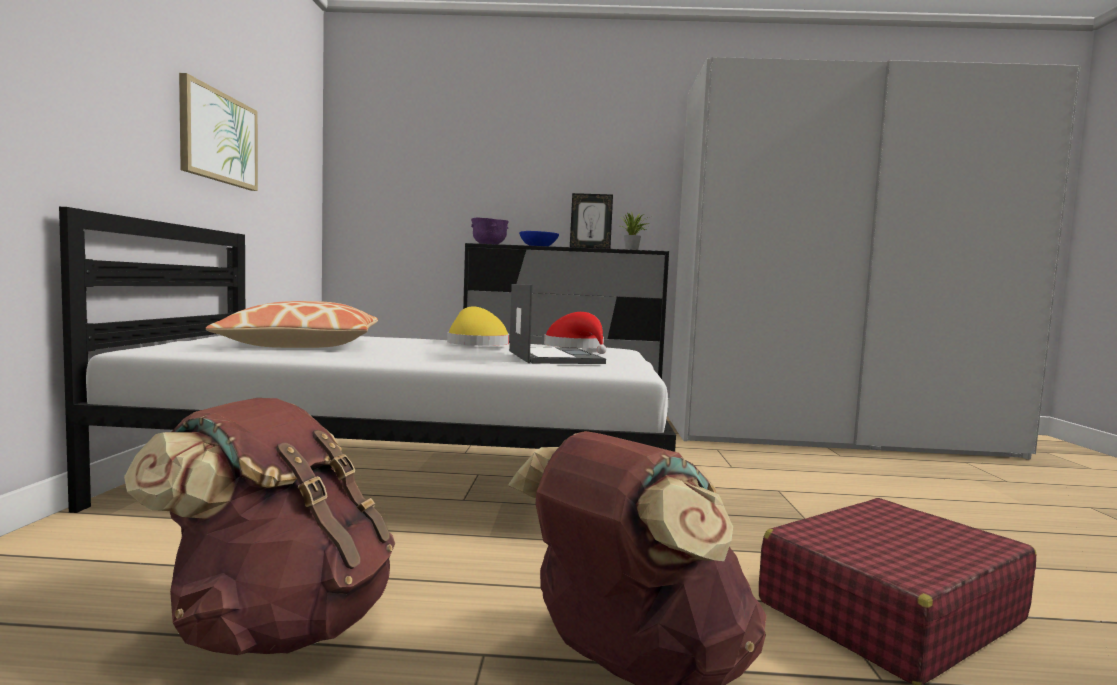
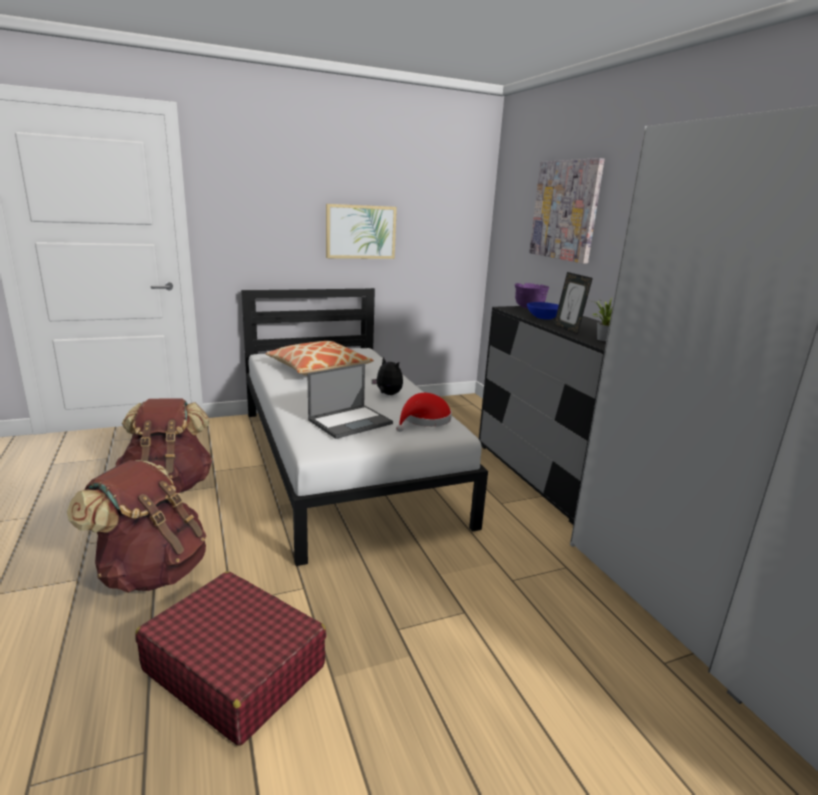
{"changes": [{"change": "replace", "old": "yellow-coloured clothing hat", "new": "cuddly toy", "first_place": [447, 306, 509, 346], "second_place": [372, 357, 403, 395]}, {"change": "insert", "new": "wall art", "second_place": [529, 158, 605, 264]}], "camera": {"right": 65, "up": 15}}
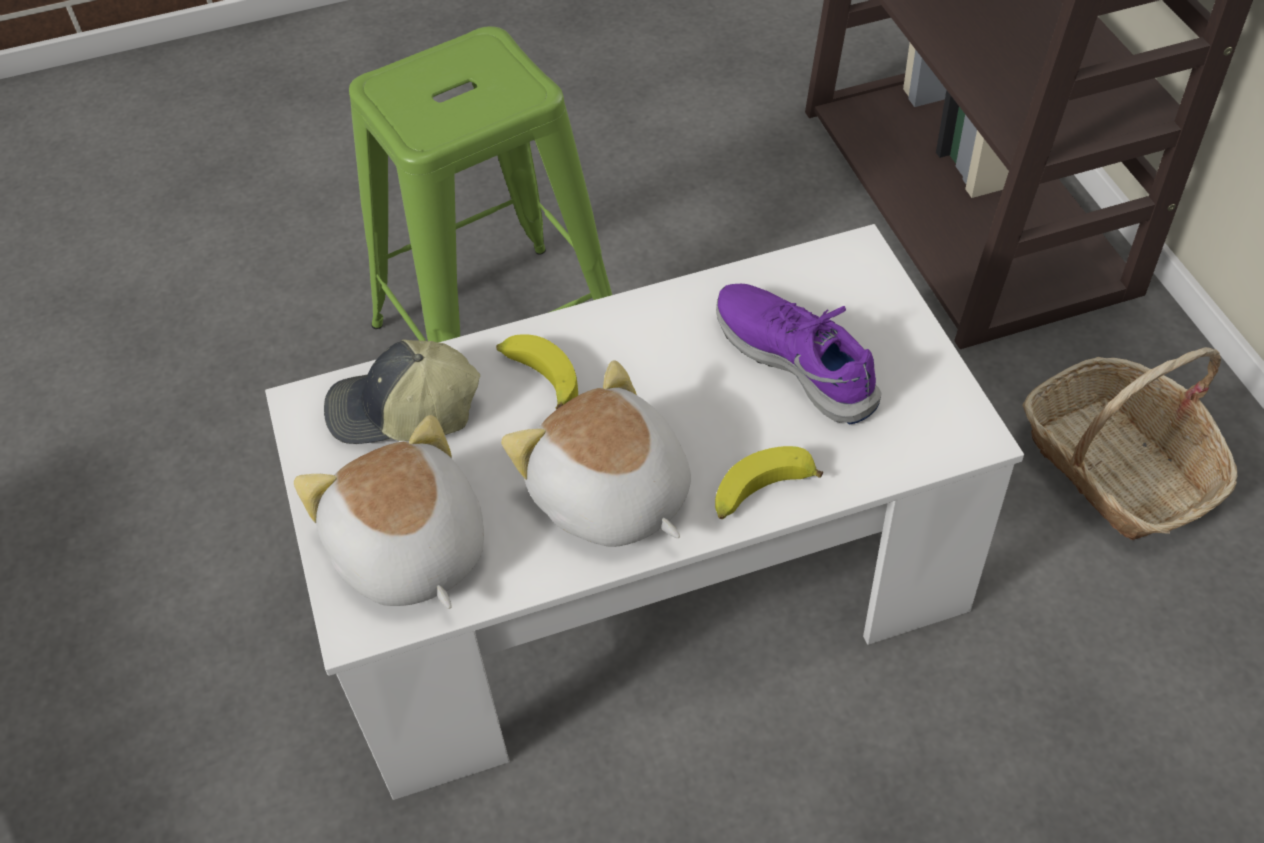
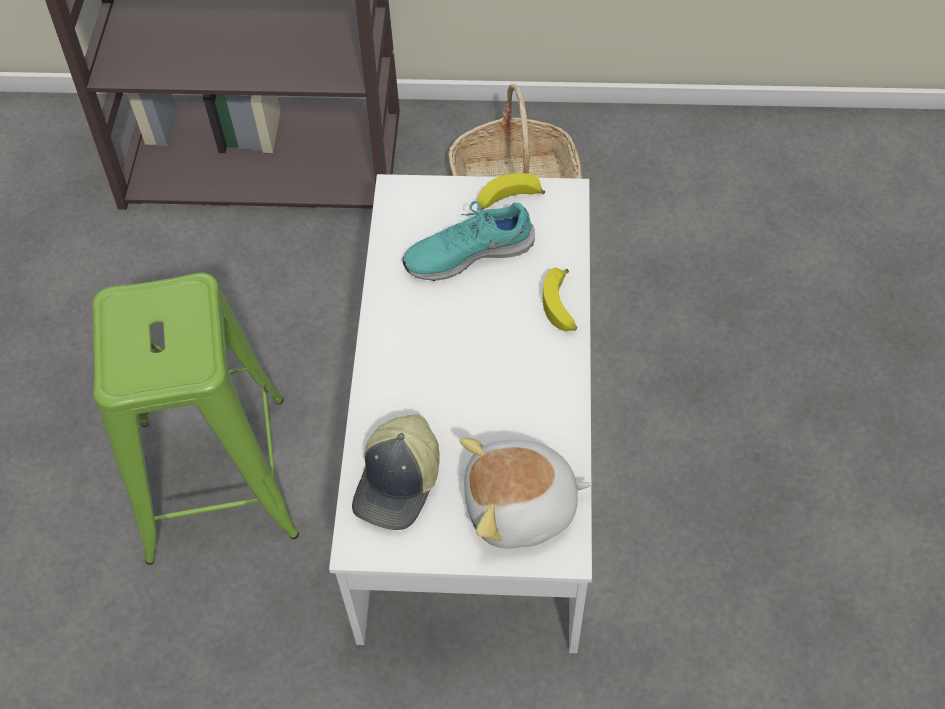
{"changes": [{"change": "move", "old": "banana fruit", "first_place": [496, 334, 578, 410], "second_place": [477, 173, 545, 210]}, {"change": "delete", "old": "cuddly toy", "first_place": [501, 360, 691, 547]}, {"change": "recolor", "old": "purple shoe", "new": "blue-green shoe", "first_place": [716, 284, 881, 424], "second_place": [403, 201, 535, 281]}], "camera": {"right": -70, "up": 5}}
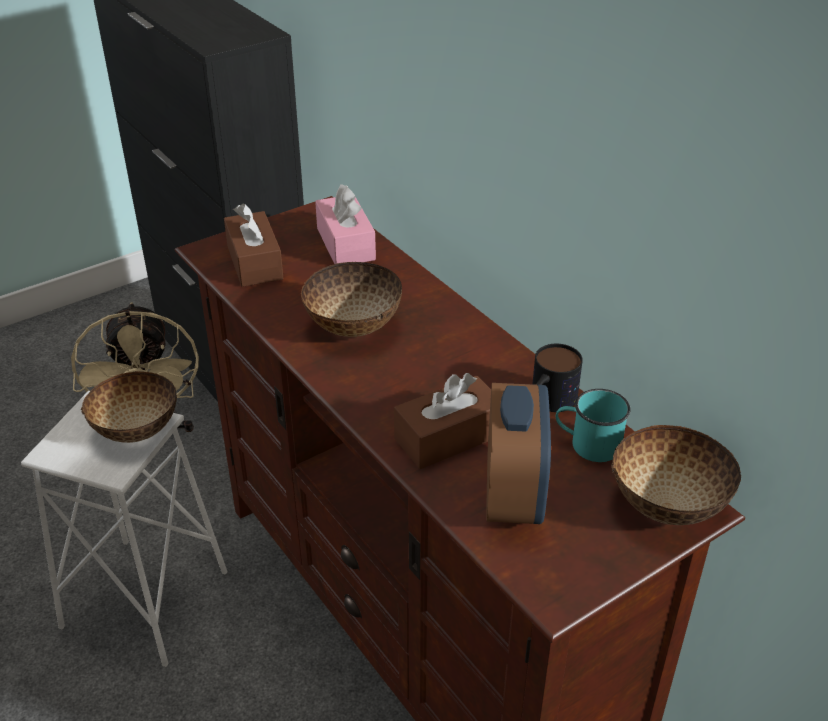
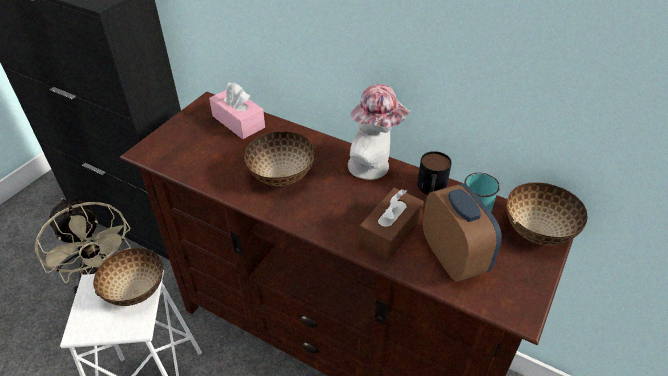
{"changes": [{"change": "delete", "old": "brownish box of tissues", "first_place": [224, 203, 284, 287]}, {"change": "insert", "new": "clothing hat", "second_place": [348, 84, 410, 180]}], "camera": {"right": -25, "up": 5}}
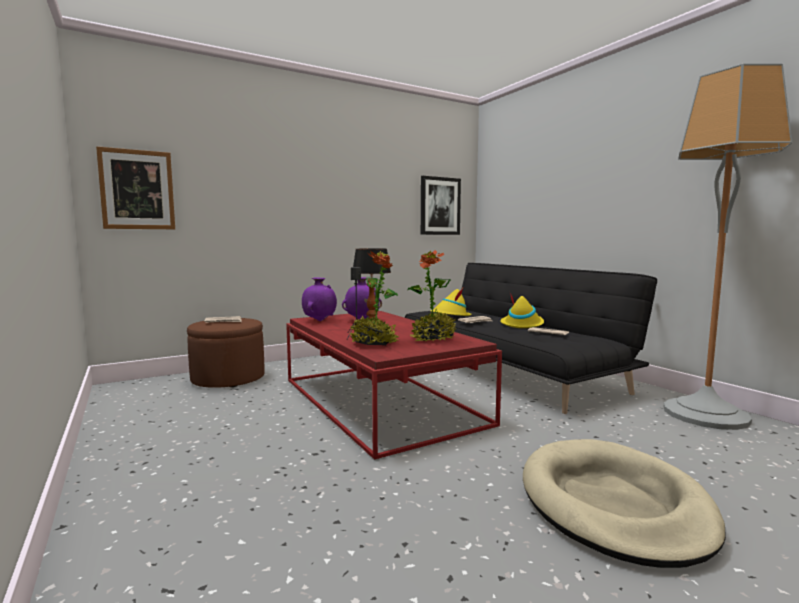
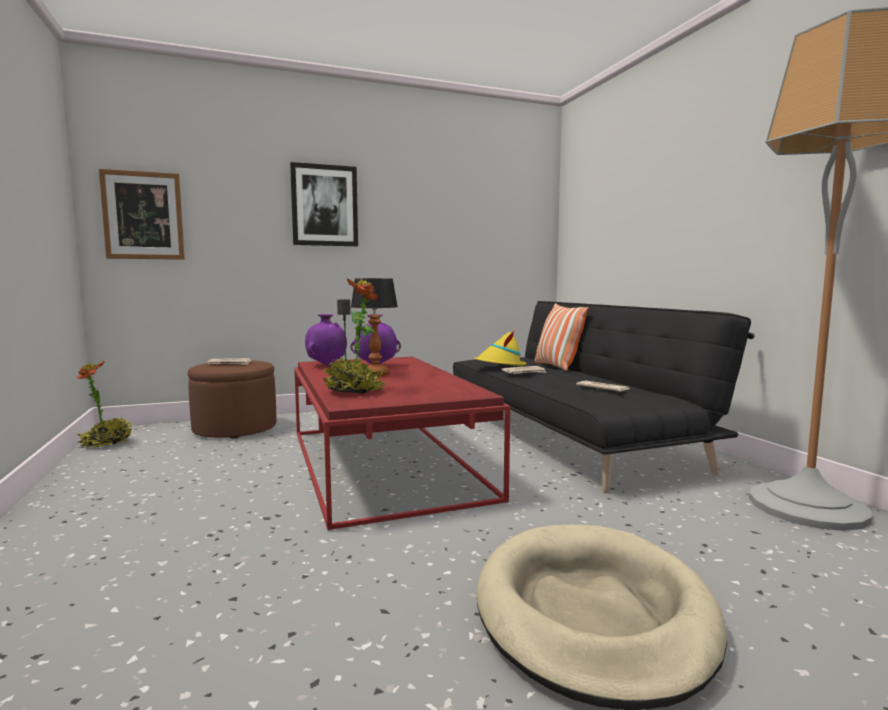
{"changes": [{"change": "move", "old": "potted plant", "first_place": [408, 250, 456, 341], "second_place": [76, 360, 132, 447]}, {"change": "move", "old": "wall art", "first_place": [421, 176, 461, 235], "second_place": [290, 162, 358, 246]}, {"change": "delete", "old": "yellow-coloured clothing hat", "first_place": [500, 293, 544, 328]}, {"change": "insert", "new": "pillow", "second_place": [535, 303, 589, 371]}], "camera": {"right": 10, "up": 0}}
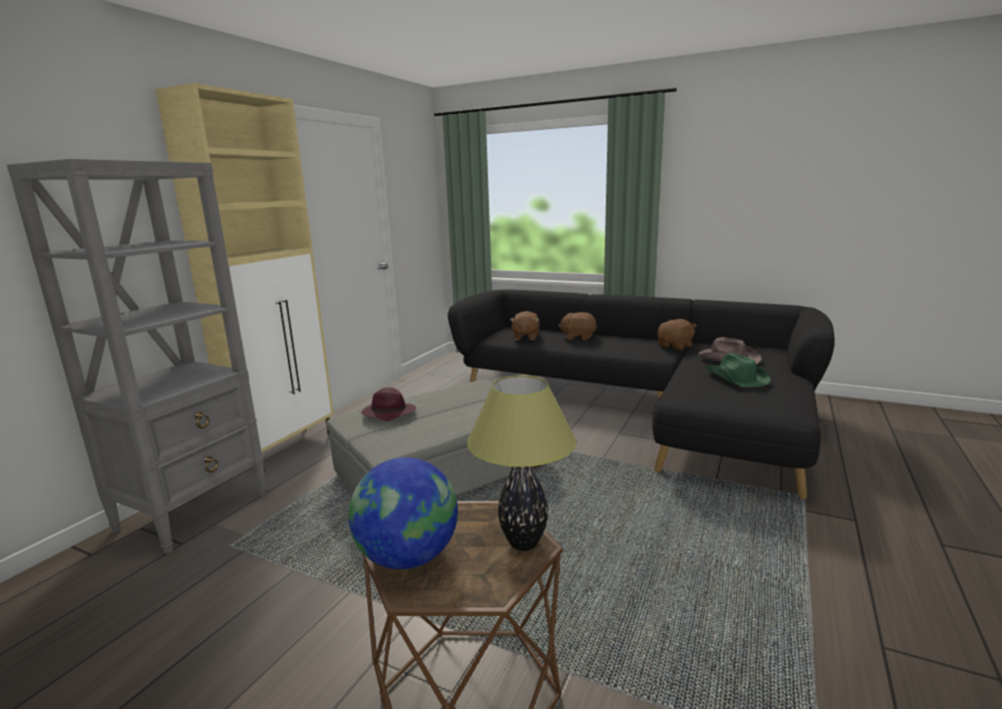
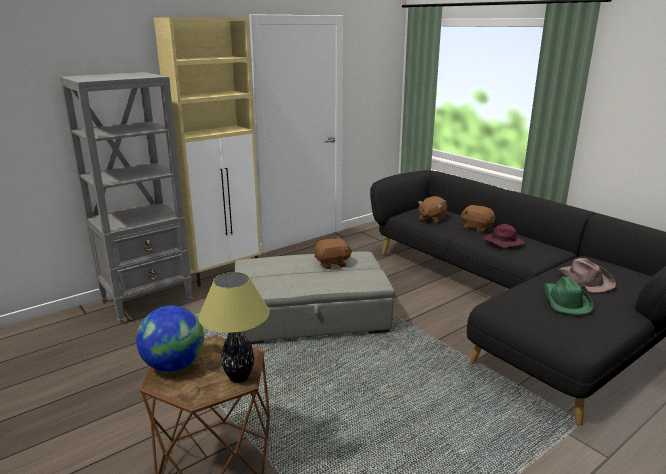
{"changes": [{"change": "move", "old": "purple clothing hat", "first_place": [361, 387, 416, 421], "second_place": [484, 224, 524, 247]}, {"change": "move", "old": "brownish cuddly toy", "first_place": [657, 319, 697, 350], "second_place": [314, 237, 352, 269]}], "camera": {"right": 25, "up": 5}}
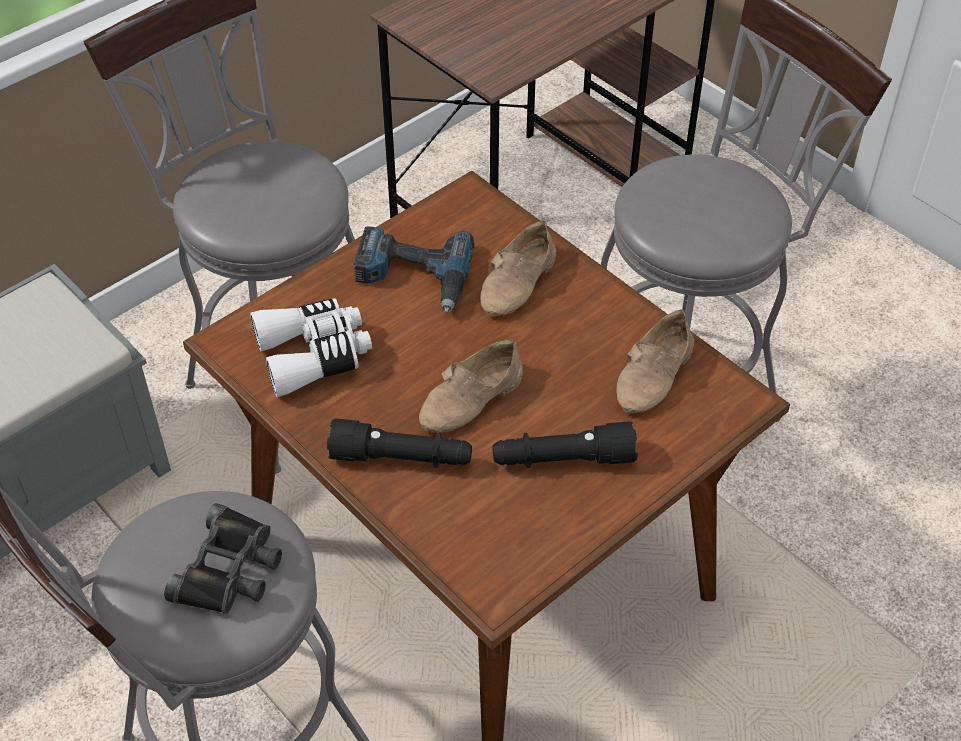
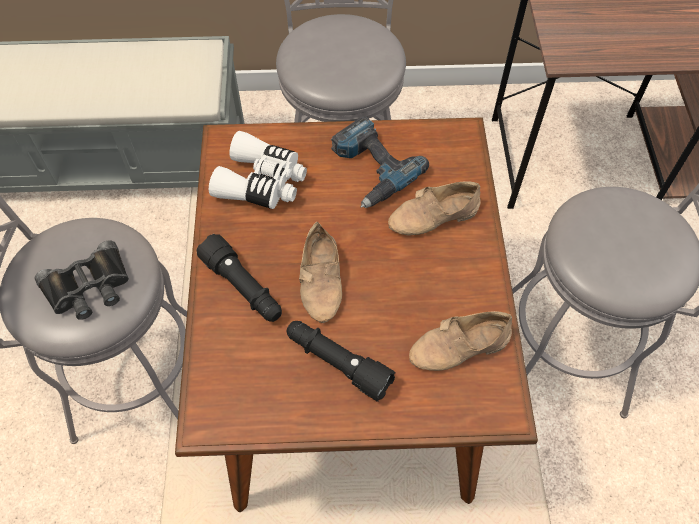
{"changes": [{"change": "rotate", "old": "sand-coloured shoe", "first_place": [419, 340, 523, 433], "second_place": [299, 222, 342, 323], "degrees": -90}], "camera": {"right": 40, "up": 10}}
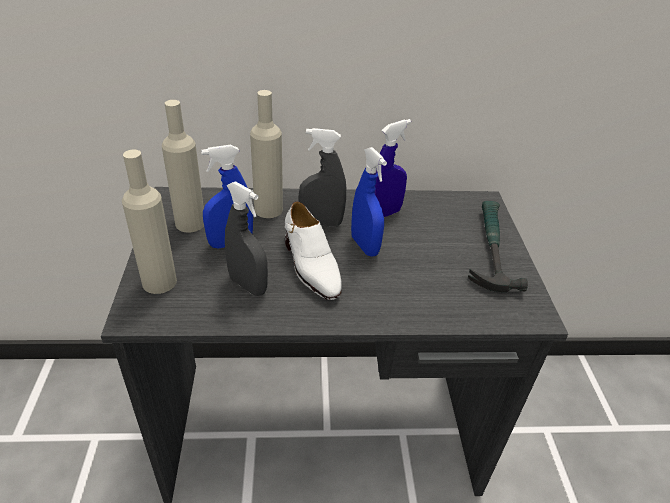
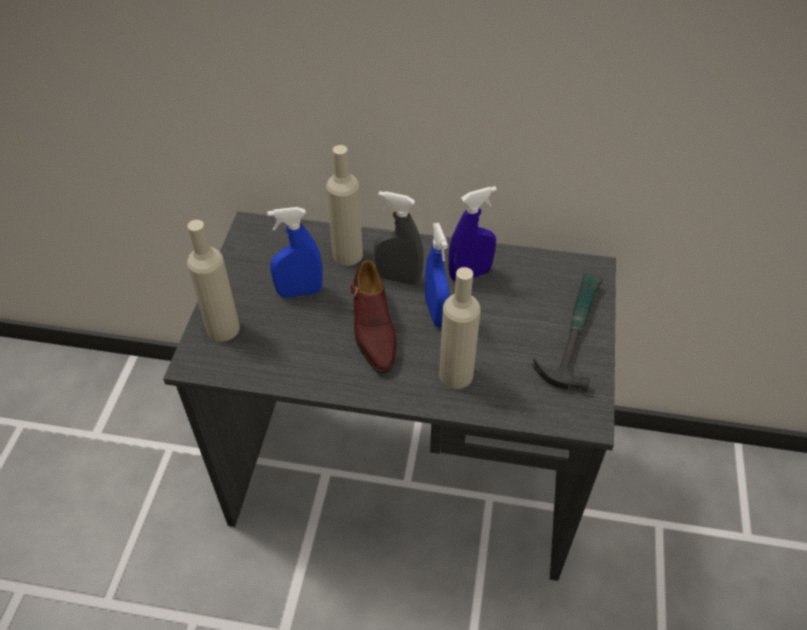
{"changes": [{"change": "move", "old": "sand-coloured bottle", "first_place": [162, 100, 204, 233], "second_place": [439, 267, 481, 389]}, {"change": "delete", "old": "greyish sprayer", "first_place": [225, 181, 268, 296]}, {"change": "recolor", "old": "white-coloured shoe", "new": "brownish shoe", "first_place": [285, 202, 342, 300], "second_place": [351, 260, 396, 373]}], "camera": {"right": 15, "up": 10}}
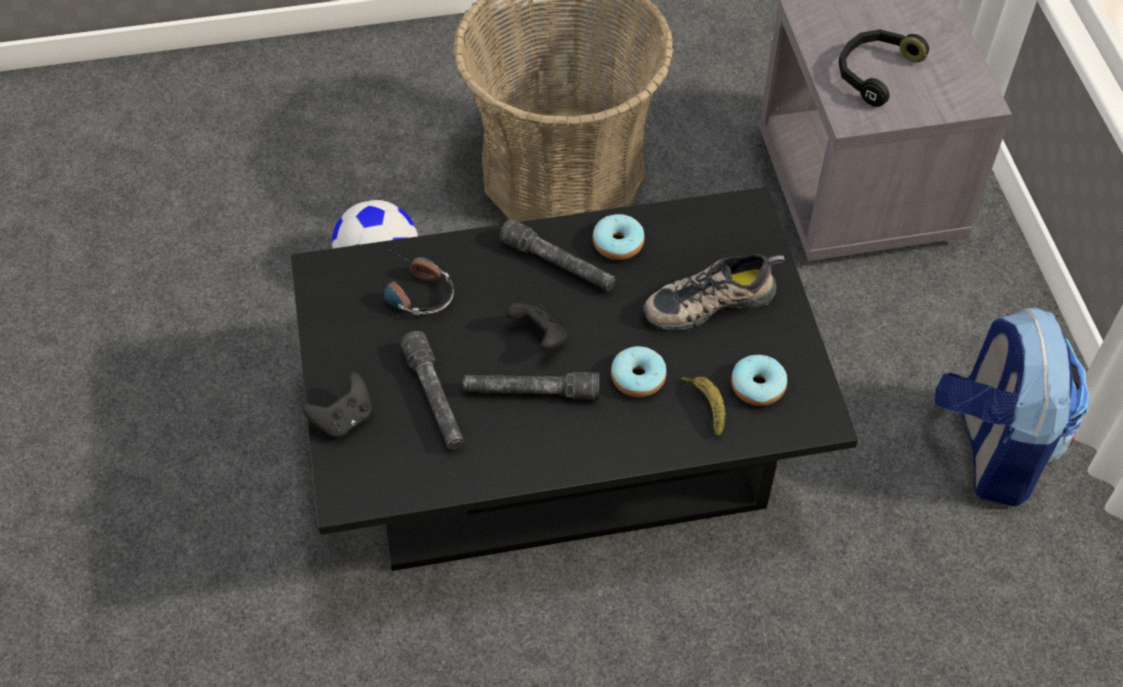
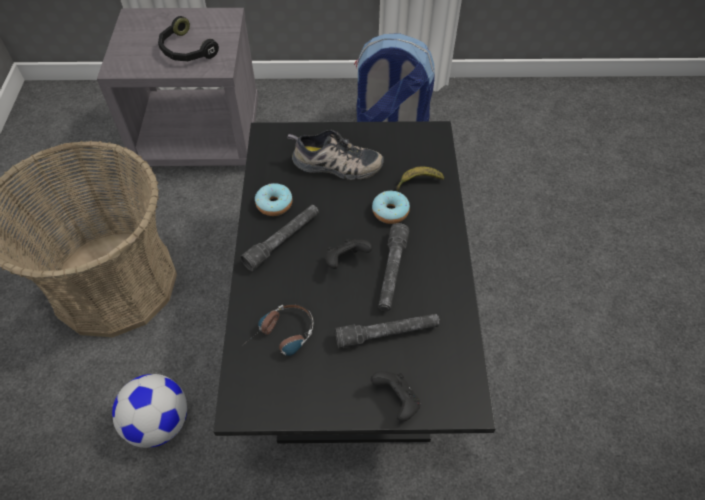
{"changes": [{"change": "rotate", "old": "shoe", "first_place": [644, 254, 785, 331], "second_place": [287, 130, 384, 180], "degrees": -75}, {"change": "delete", "old": "doughnut", "first_place": [731, 355, 787, 406]}], "camera": {"right": -80, "up": 0}}
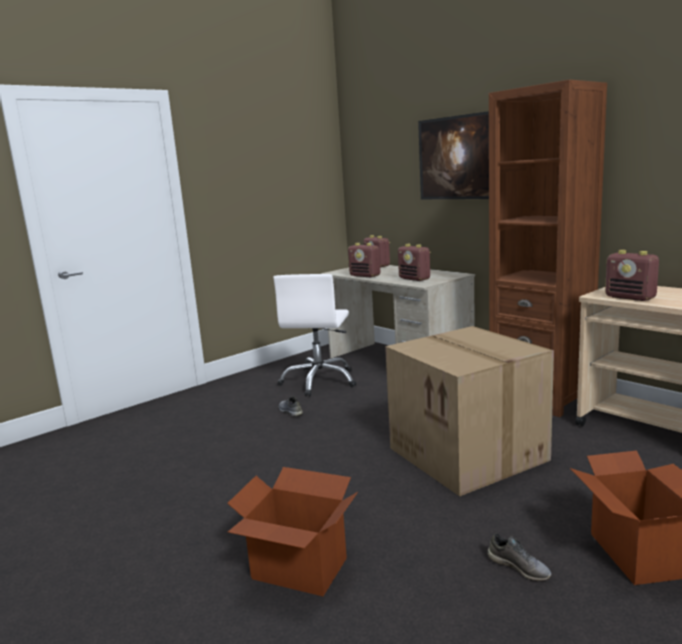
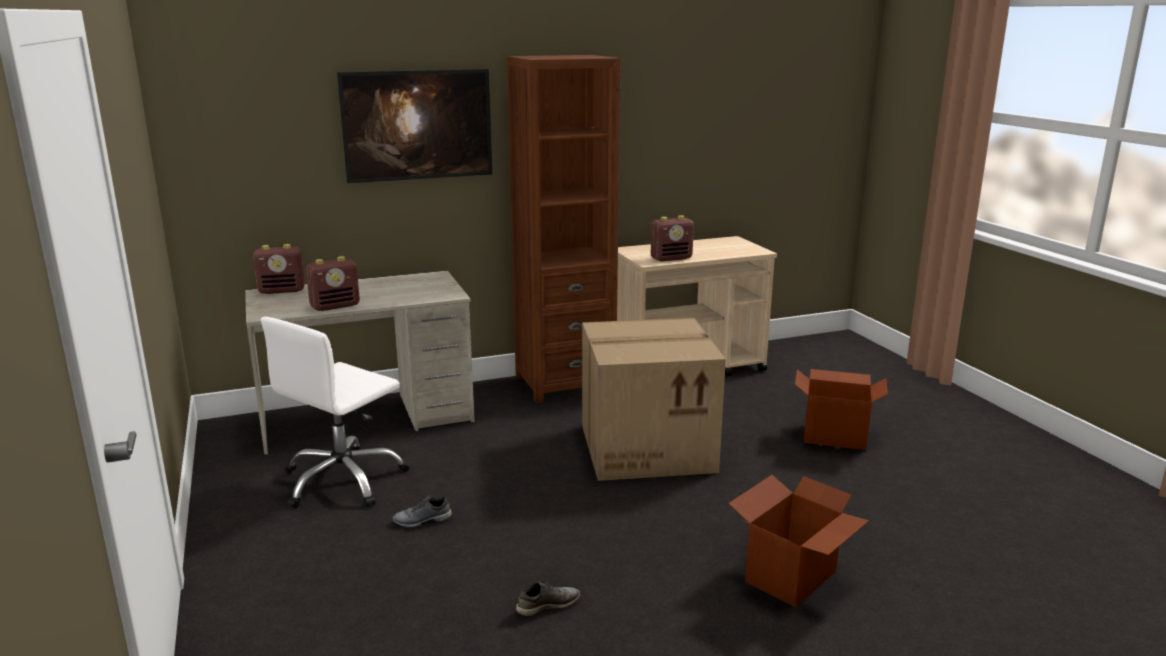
{"changes": [{"change": "rotate", "old": "white-coloured desk chair", "first_place": [273, 274, 356, 397], "second_place": [261, 317, 409, 508], "degrees": 90}, {"change": "delete", "old": "radio receiver", "first_place": [398, 244, 430, 281]}, {"change": "move", "old": "greyish shoe", "first_place": [487, 533, 552, 581], "second_place": [516, 581, 580, 616]}], "camera": {"right": -70, "up": 5}}
